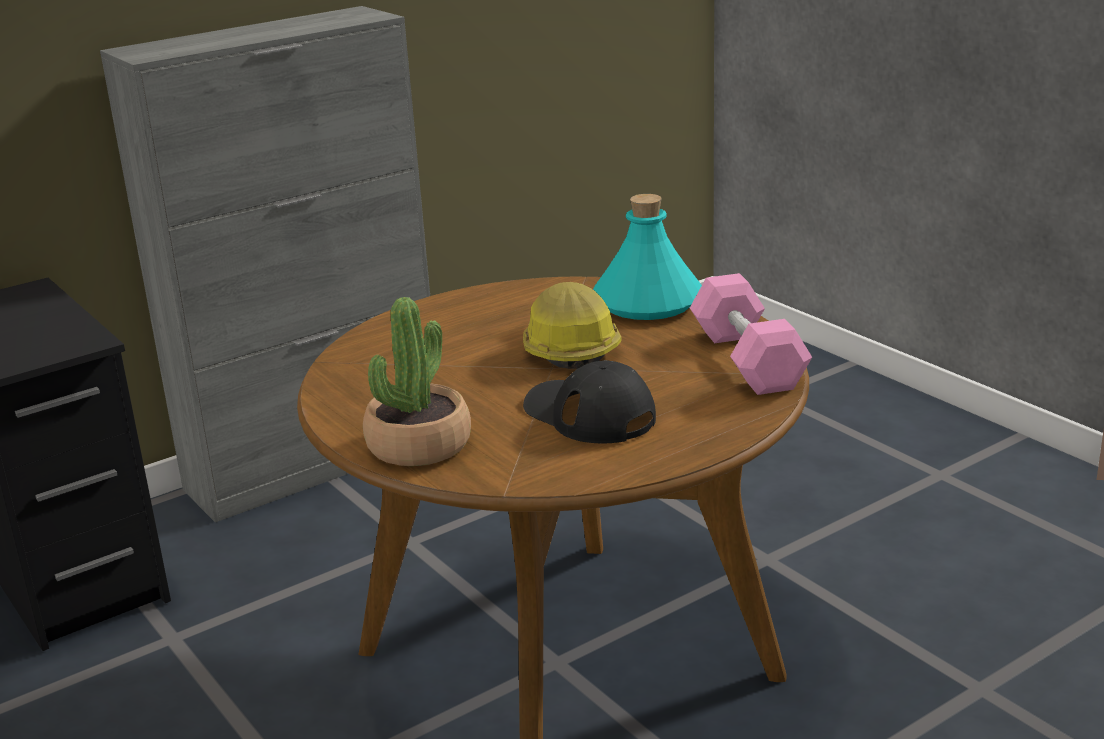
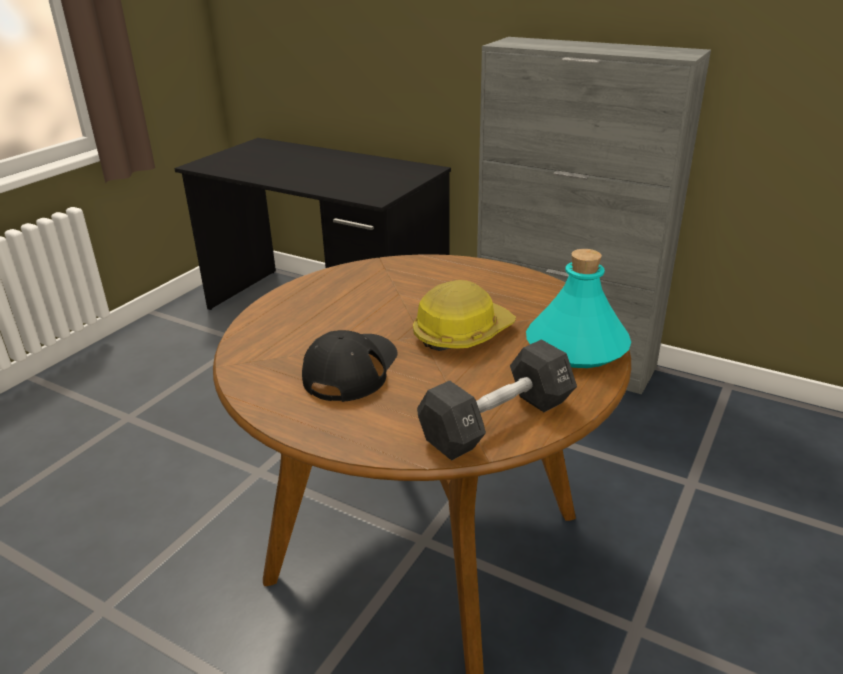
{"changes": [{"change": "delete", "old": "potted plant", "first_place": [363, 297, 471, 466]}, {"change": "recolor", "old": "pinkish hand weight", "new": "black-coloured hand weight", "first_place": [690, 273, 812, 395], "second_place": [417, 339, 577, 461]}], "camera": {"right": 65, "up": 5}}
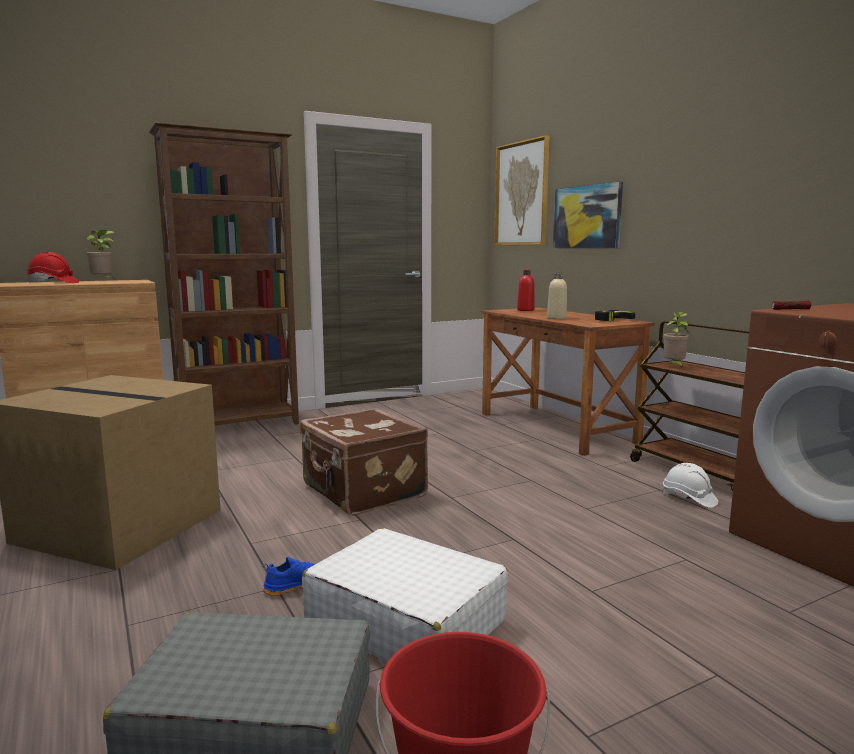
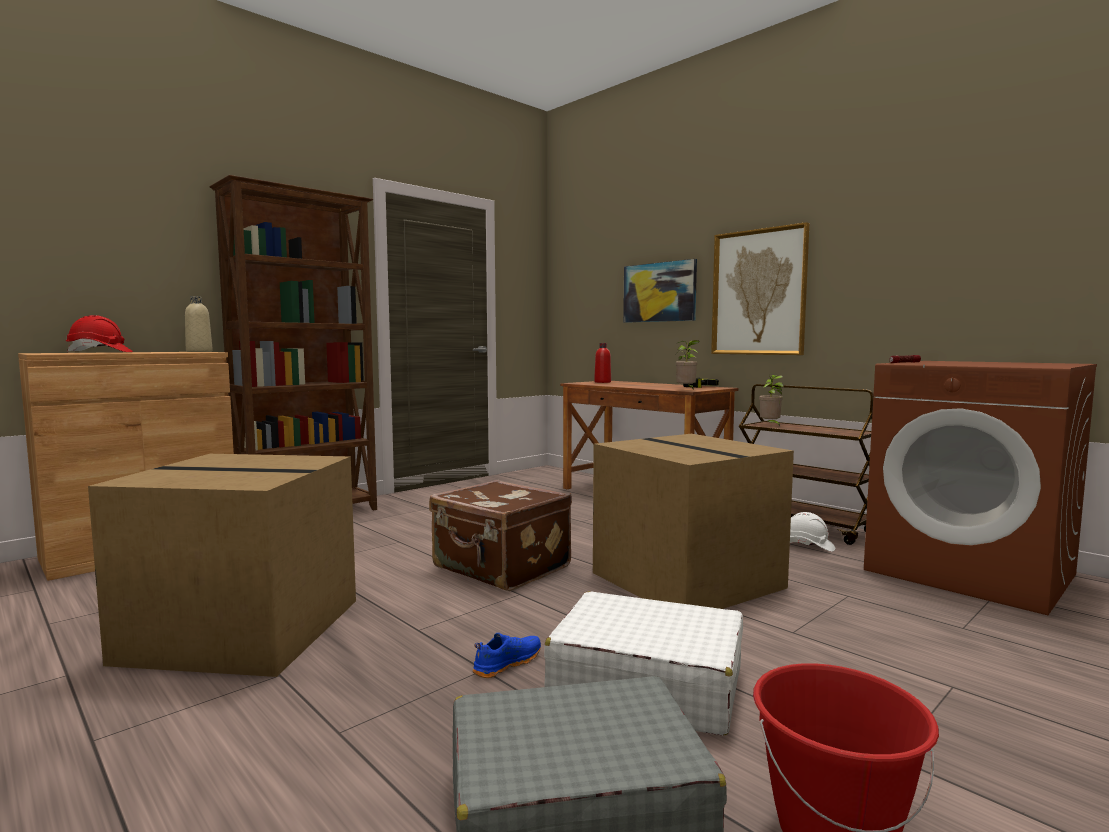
{"changes": [{"change": "move", "old": "potted plant", "first_place": [86, 230, 115, 279], "second_place": [675, 340, 700, 388]}, {"change": "move", "old": "wall art", "first_place": [494, 135, 550, 246], "second_place": [711, 222, 809, 355]}, {"change": "move", "old": "sand-coloured bottle", "first_place": [547, 273, 567, 320], "second_place": [185, 296, 213, 352]}, {"change": "insert", "new": "carton", "second_place": [593, 434, 794, 609]}], "camera": {"right": -15, "up": -5}}
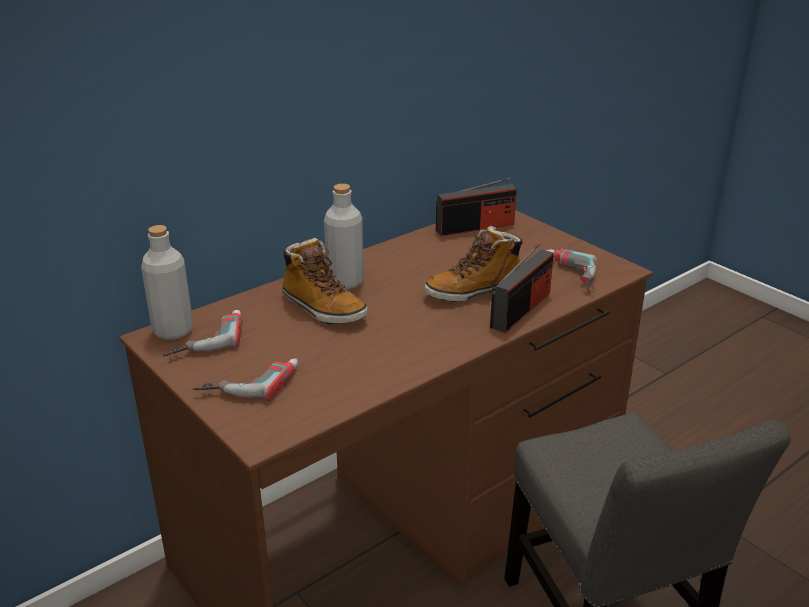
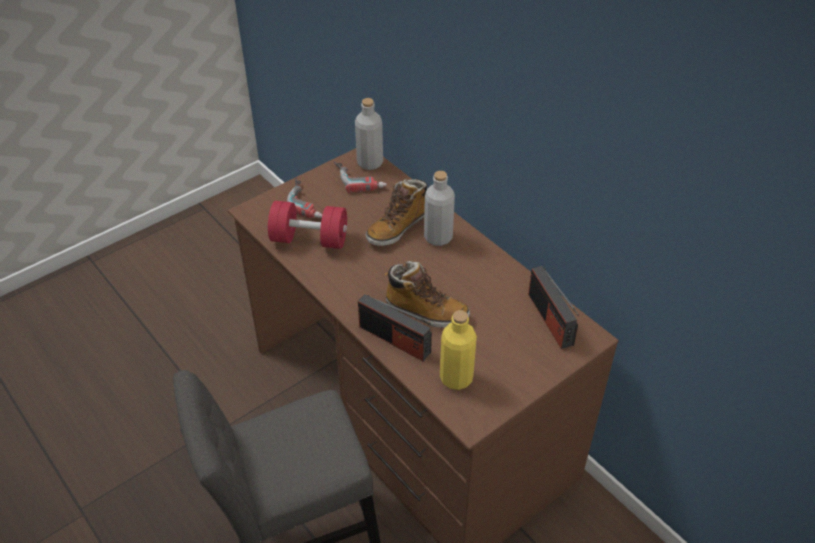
{"changes": [{"change": "rotate", "old": "high-top boot", "first_place": [424, 226, 524, 302], "second_place": [385, 261, 470, 328], "degrees": 135}, {"change": "replace", "old": "power drill", "new": "yellow-coloured bottle", "first_place": [546, 249, 597, 292], "second_place": [440, 310, 477, 390]}, {"change": "insert", "new": "red-coloured hand weight", "second_place": [268, 201, 347, 249]}], "camera": {"right": 90, "up": 15}}
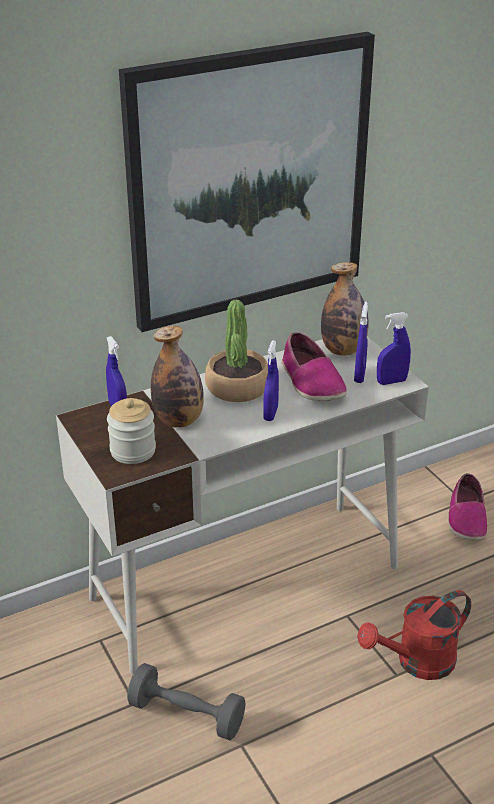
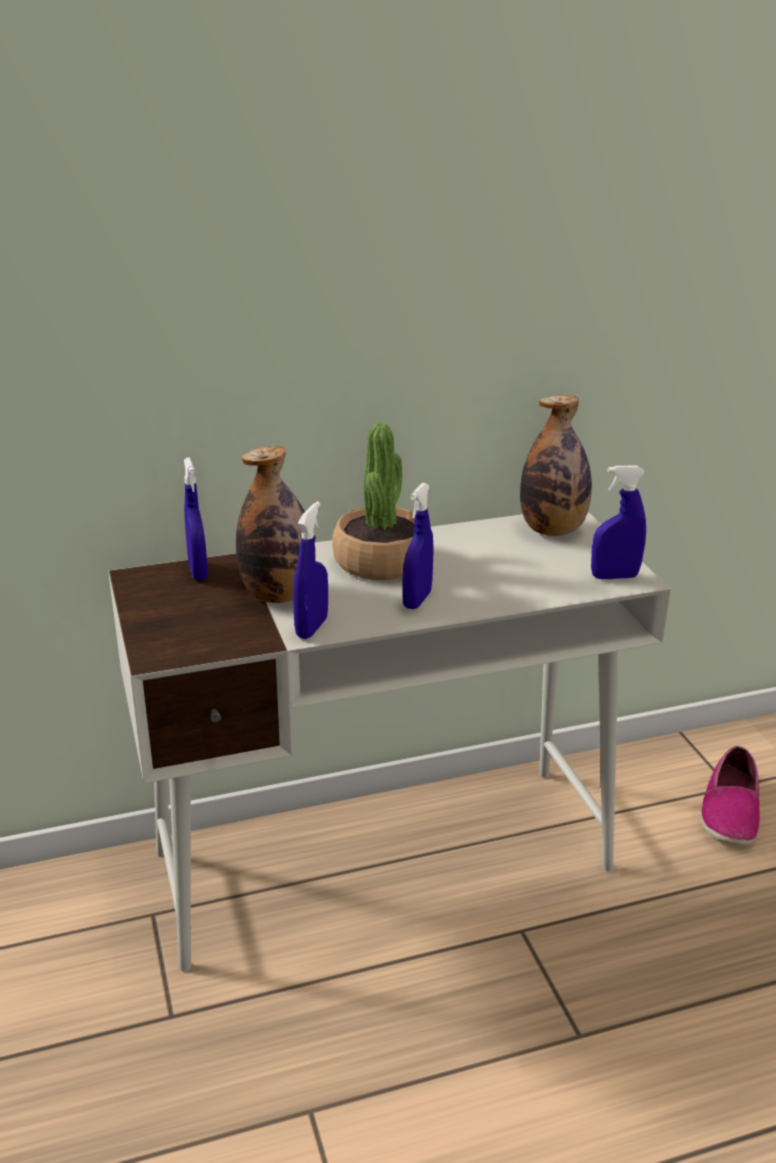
{"changes": [{"change": "delete", "old": "storage jar", "first_place": [107, 398, 156, 464]}, {"change": "delete", "old": "wall art", "first_place": [119, 32, 375, 332]}, {"change": "delete", "old": "greyish hand weight", "first_place": [127, 663, 246, 740]}, {"change": "delete", "old": "shoe", "first_place": [282, 332, 347, 401]}, {"change": "move", "old": "bluish sprayer", "first_place": [354, 302, 368, 383], "second_place": [293, 501, 328, 639]}, {"change": "delete", "old": "red-coloured watering can", "first_place": [357, 590, 471, 680]}], "camera": {"right": 10, "up": -5}}
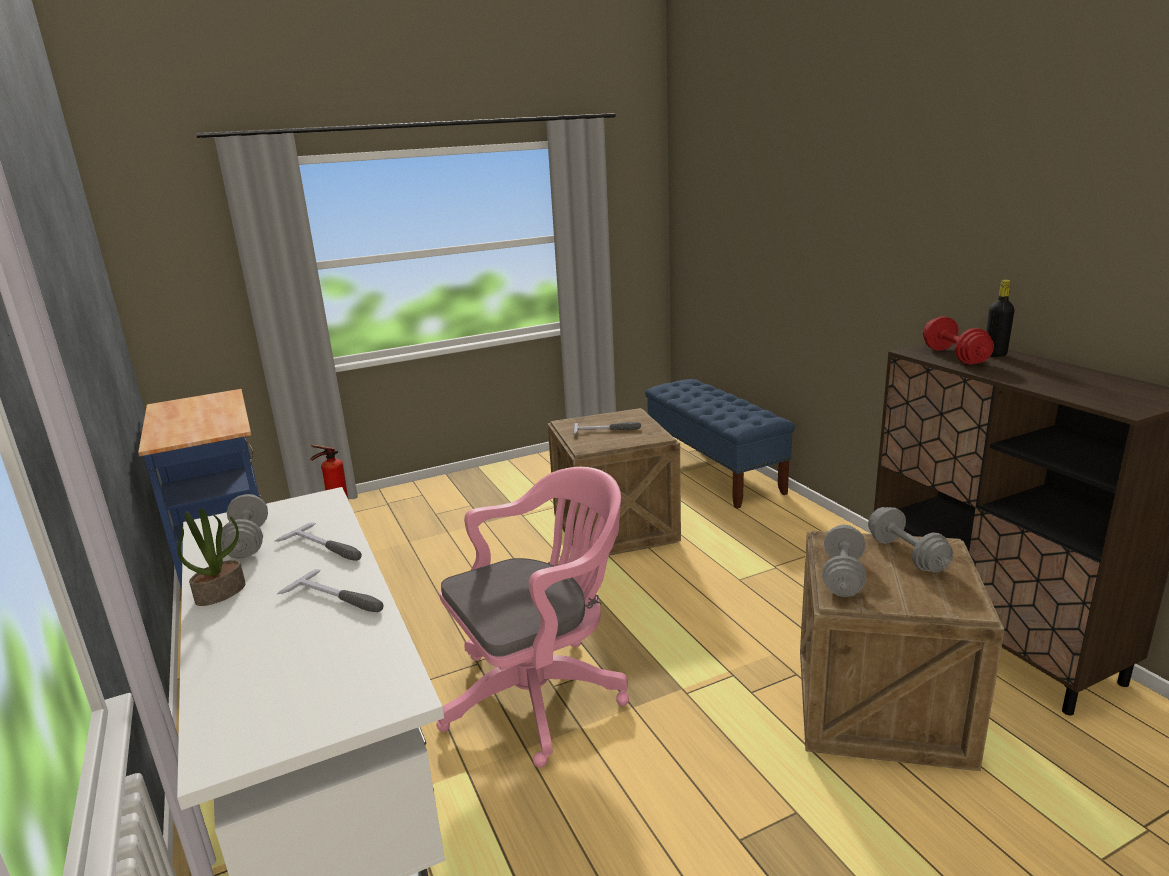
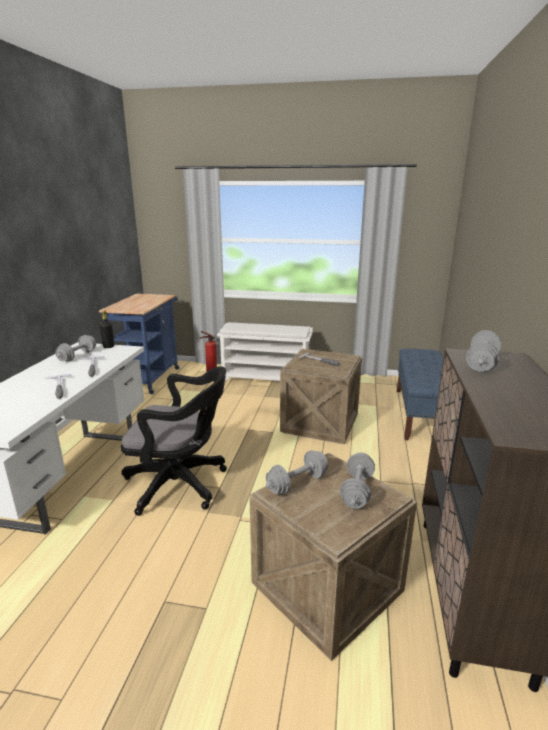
{"changes": [{"change": "delete", "old": "potted plant", "first_place": [177, 509, 246, 606]}, {"change": "recolor", "old": "pinkish desk chair", "new": "black-coloured desk chair", "first_place": [437, 467, 629, 768], "second_place": [121, 366, 227, 516]}, {"change": "recolor", "old": "red-coloured hand weight", "new": "greyish hand weight", "first_place": [923, 316, 994, 365], "second_place": [466, 330, 501, 372]}, {"change": "move", "old": "black-coloured bottle", "first_place": [986, 280, 1015, 357], "second_place": [100, 311, 114, 348]}, {"change": "insert", "new": "white-coloured shoe rack", "second_place": [217, 322, 313, 381]}], "camera": {"right": 35, "up": 0}}
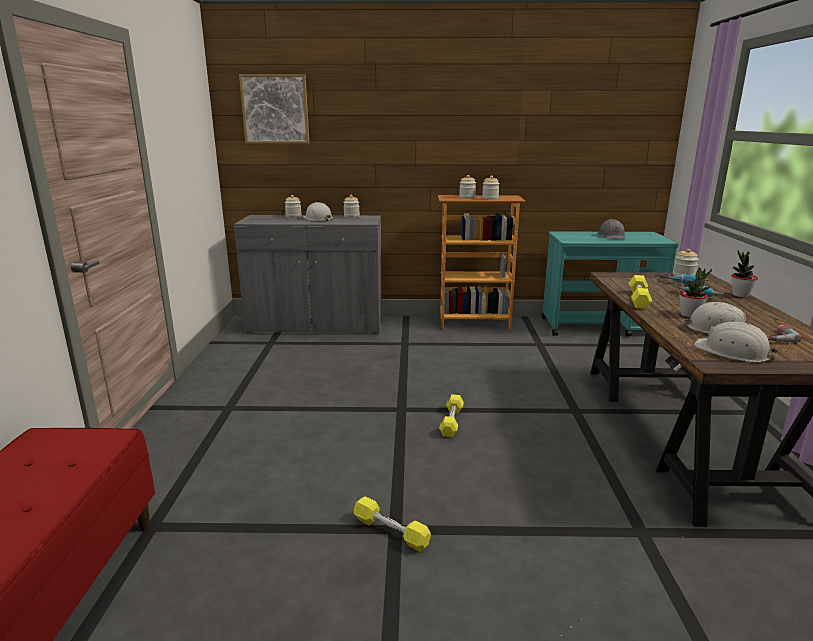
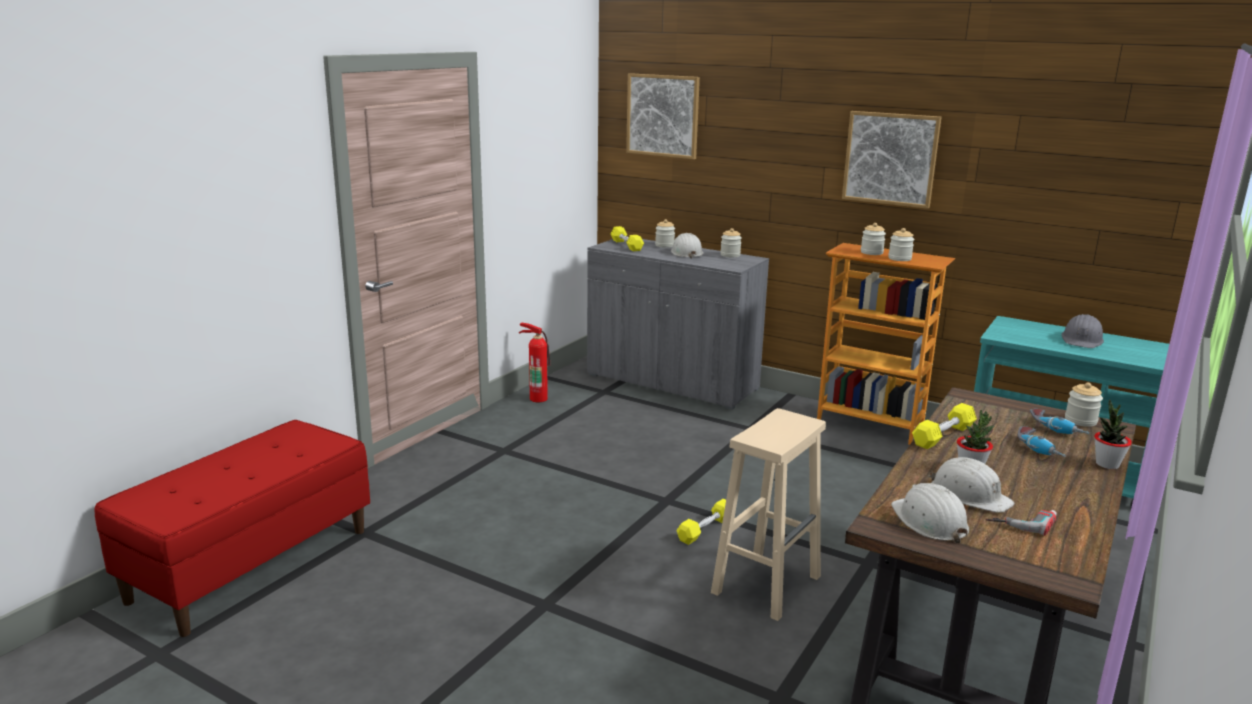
{"changes": [{"change": "move", "old": "yellow-coloured hand weight", "first_place": [354, 496, 431, 552], "second_place": [610, 226, 644, 251]}, {"change": "insert", "new": "fire-fighting cylinder", "second_place": [519, 323, 551, 402]}, {"change": "insert", "new": "sand-coloured sitting stool", "second_place": [711, 408, 826, 621]}, {"change": "insert", "new": "wall art", "second_place": [842, 111, 942, 209]}], "camera": {"right": 30, "up": 0}}
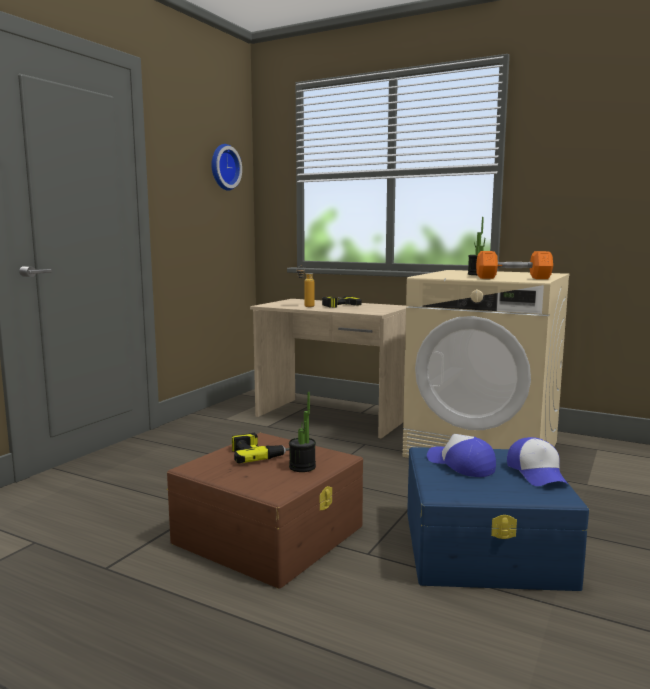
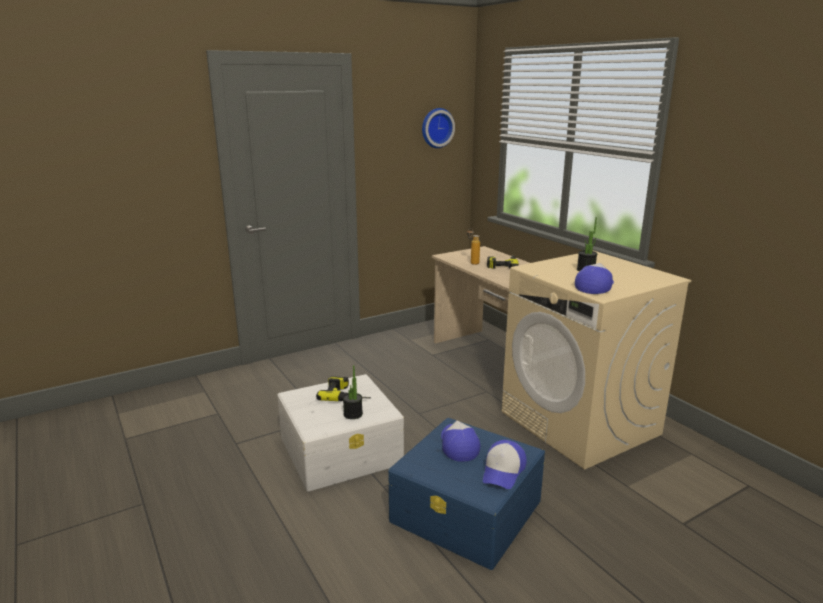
{"changes": [{"change": "recolor", "old": "brownish storage container", "new": "white-coloured storage container", "first_place": [166, 433, 363, 588], "second_place": [277, 374, 404, 491]}, {"change": "replace", "old": "orangey hand weight", "new": "baseball cap", "first_place": [476, 251, 553, 279], "second_place": [575, 263, 614, 294]}], "camera": {"right": 30, "up": 10}}
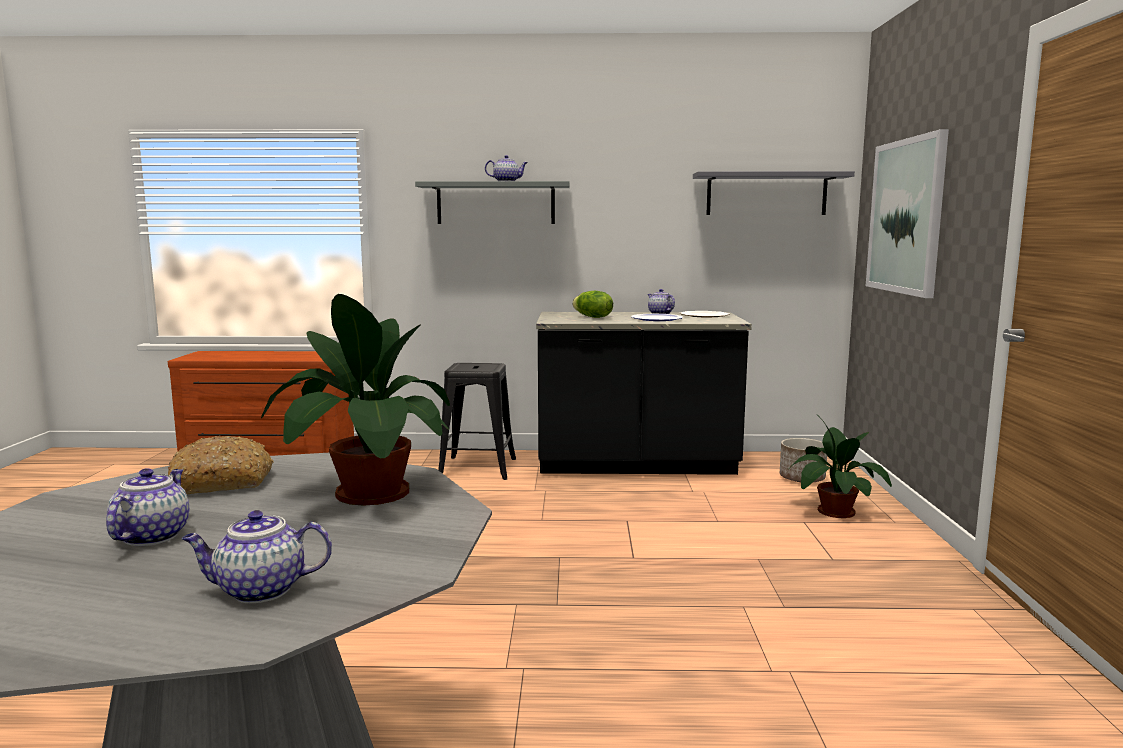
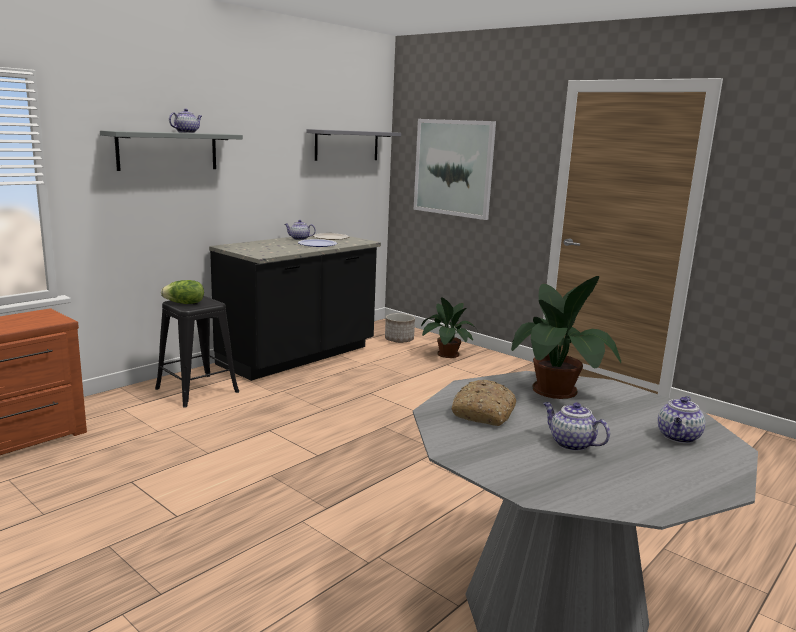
{"changes": [{"change": "move", "old": "lettuce head", "first_place": [572, 291, 613, 318], "second_place": [161, 280, 204, 304]}], "camera": {"right": -50, "up": 5}}
